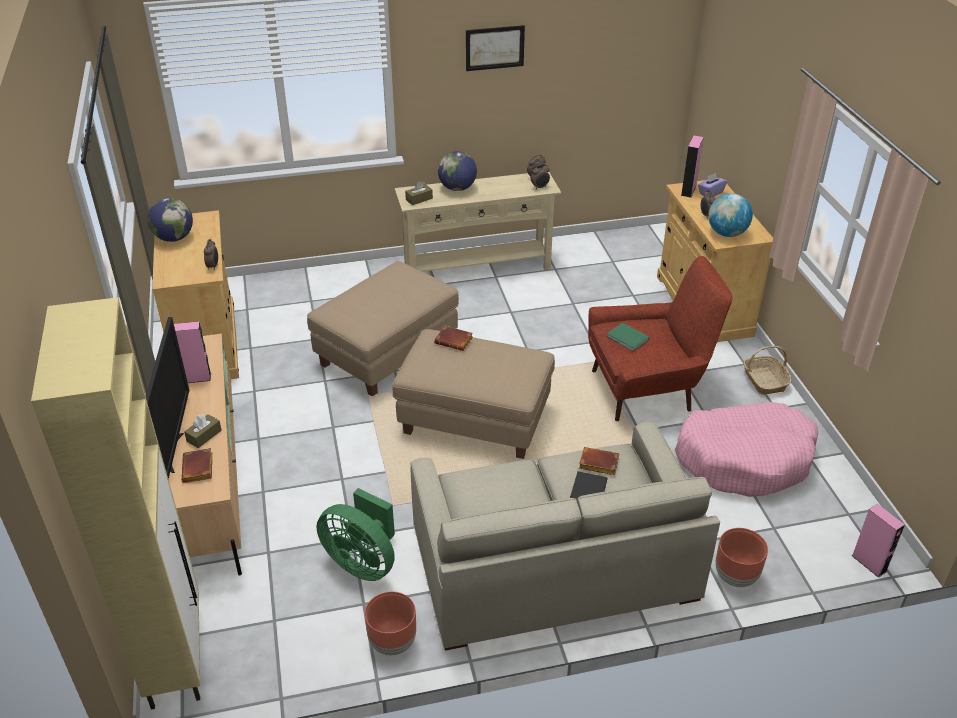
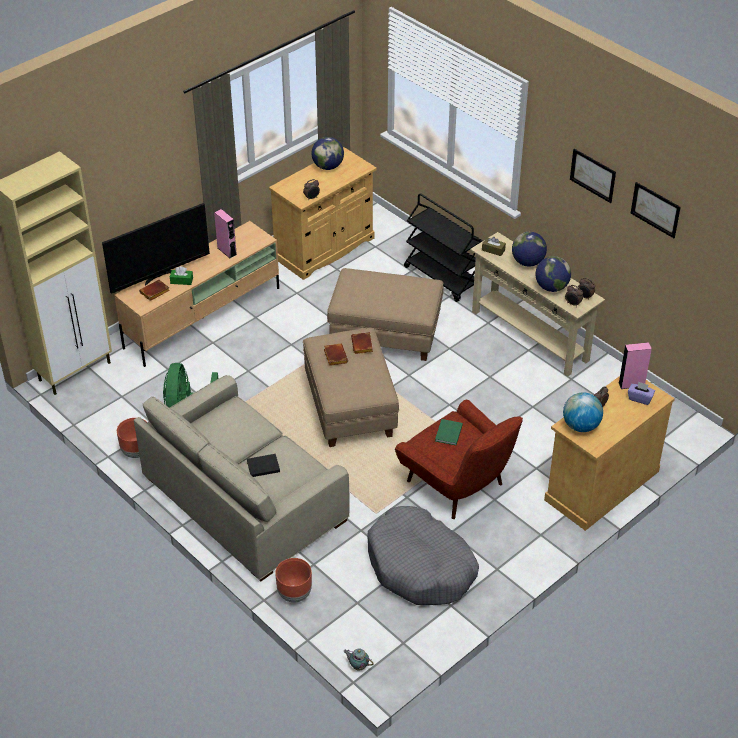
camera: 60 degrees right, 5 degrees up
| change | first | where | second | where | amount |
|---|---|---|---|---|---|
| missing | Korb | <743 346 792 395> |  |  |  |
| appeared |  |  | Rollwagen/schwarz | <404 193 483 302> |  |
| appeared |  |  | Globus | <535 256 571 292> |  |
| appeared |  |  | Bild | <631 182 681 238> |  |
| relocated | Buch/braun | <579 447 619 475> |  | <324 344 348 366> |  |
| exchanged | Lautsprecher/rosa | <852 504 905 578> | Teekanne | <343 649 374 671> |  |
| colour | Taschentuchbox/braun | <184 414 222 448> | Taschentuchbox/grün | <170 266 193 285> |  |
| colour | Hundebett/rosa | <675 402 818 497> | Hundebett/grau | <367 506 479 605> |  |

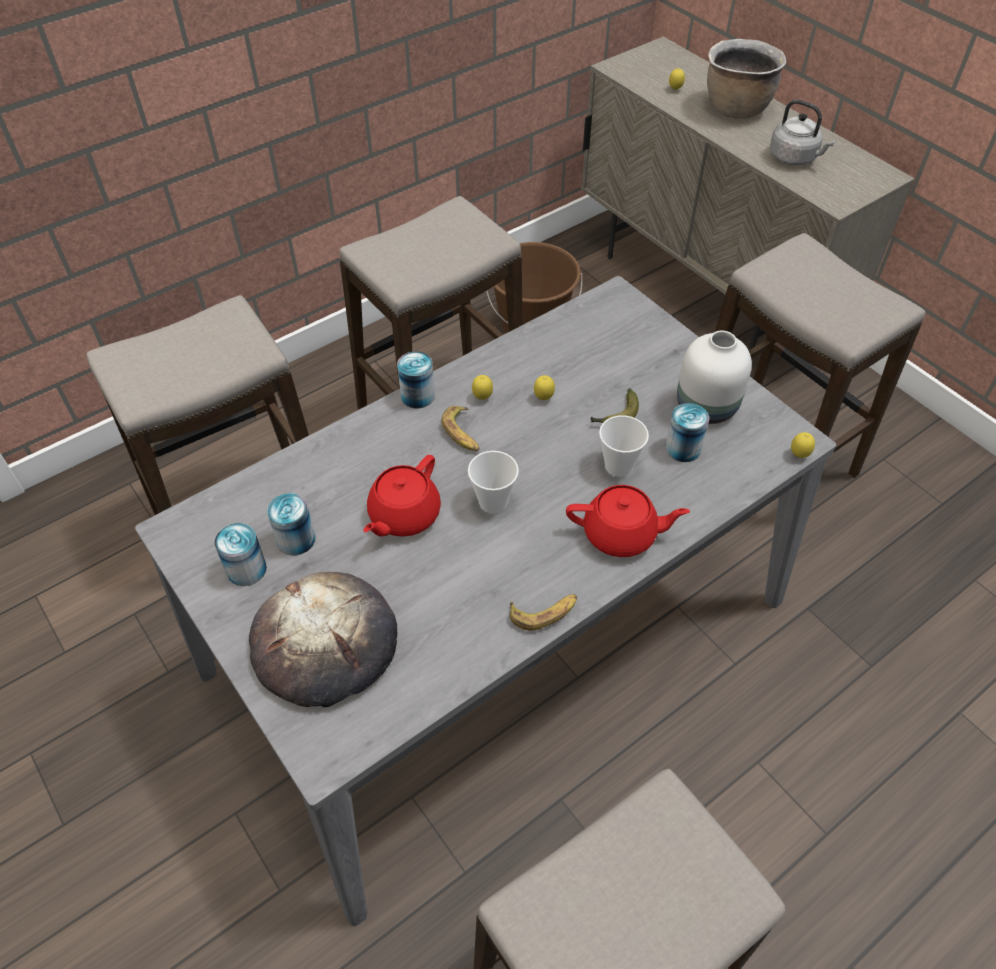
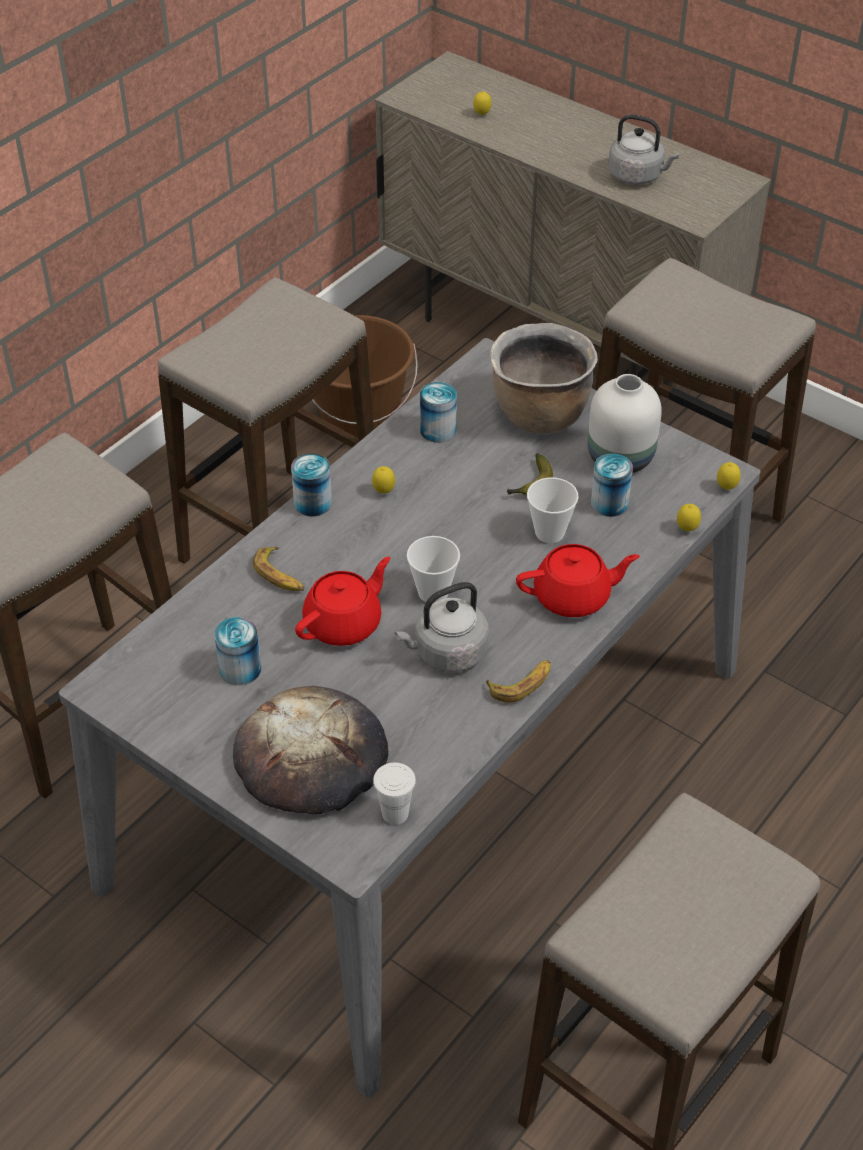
camera: 15 degrees left, 5 degrees down
| change | first | where | second | where | amount |
|---|---|---|---|---|---|
| appeared |  |  | Tasse/weiß | <373 763 416 825> |  |
| appeared |  |  | Wasserkessel/grau | <395 582 489 672> |  |
| relocated | Dose | <215 523 267 586> |  | <420 382 457 443> |  |
| relocated | Banane | <441 406 479 451> |  | <253 547 304 591> |  |
| relocated | Zitrone | <534 375 555 400> |  | <677 504 701 531> |  |
| relocated | Kochtopf/braun | <707 39 786 119> |  | <490 323 598 434> |  |
| spun | Teekanne/rot | <363 455 441 537> |  | <295 557 391 646> | 150 degrees counterclockwise |

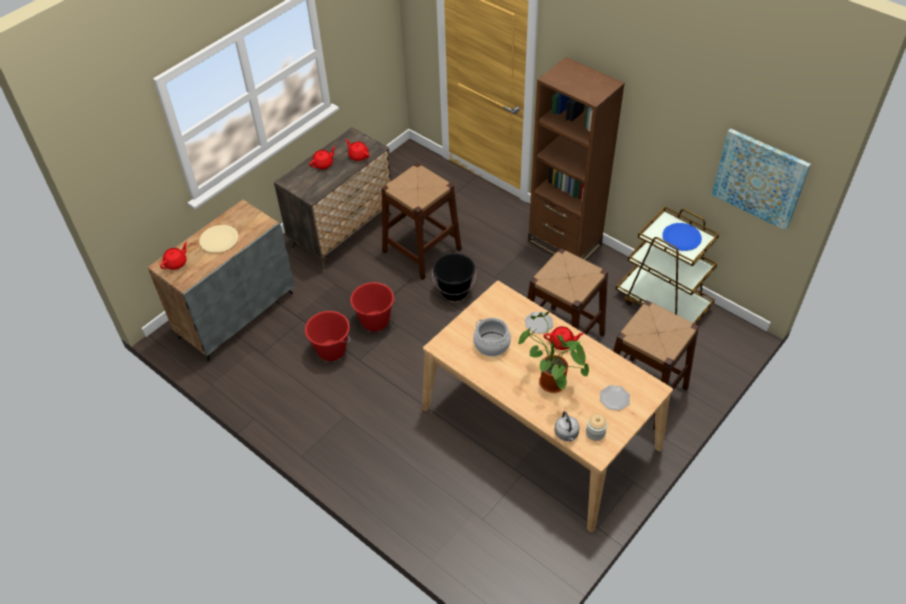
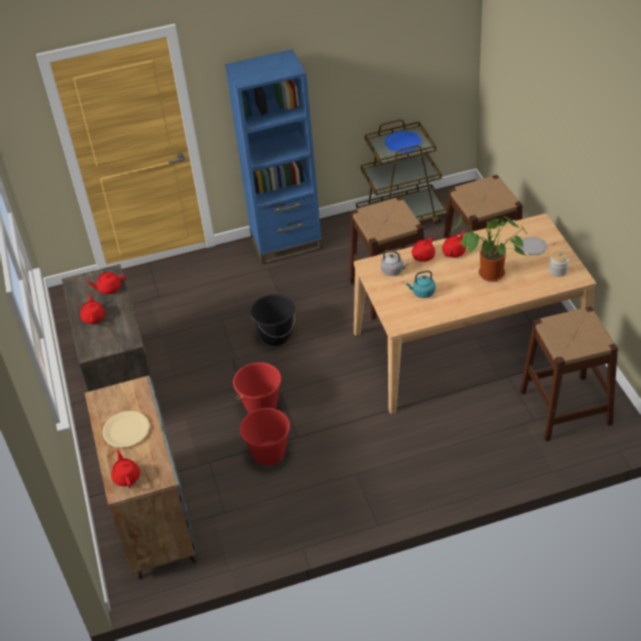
camera: 55 degrees left, 5 degrees down
| change | first | where | second | where | amount |
|---|---|---|---|---|---|
| missing | Bild | <712 128 811 230> |  |  |  |
| relocated | Hocker/braun | <381 163 462 280> |  | <520 307 618 441> |  |
| relocated | Wasserkessel/grau | <554 411 580 442> |  | <381 250 409 276> |  |
| exchanged | Kochtopf | <473 318 511 356> | Wasserkessel/türkis | <406 270 435 298> |  |
| exchanged | Teller | <525 312 553 333> | Teekanne/rot | <412 237 435 262> |  |
| colour | Bücherregal/braun | <528 57 625 260> | Bücherregal/blau | <225 49 323 265> |  |

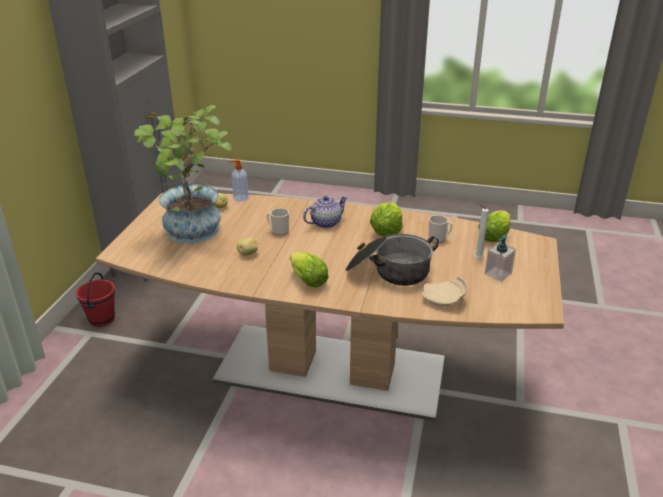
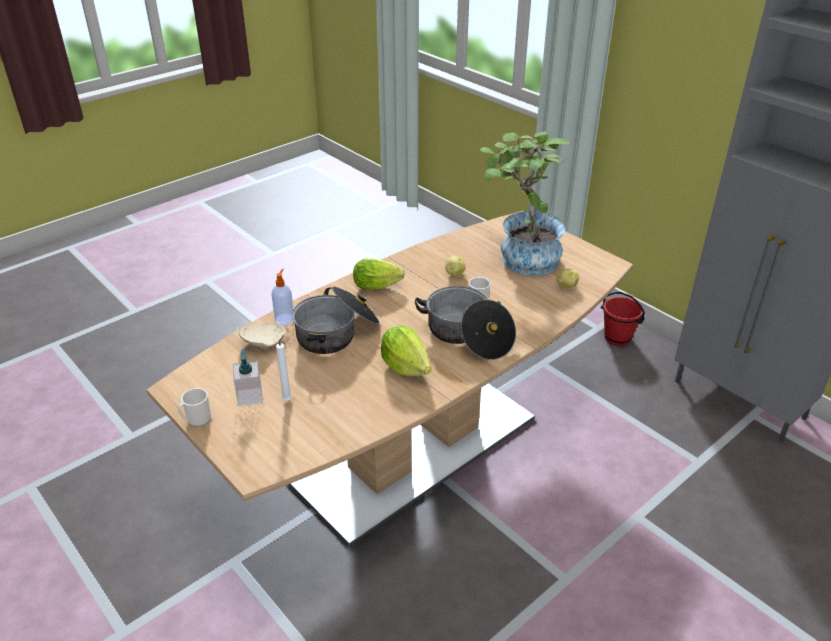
camera: 125 degrees right, 5 degrees up
| change | first | where | second | where | amount |
|---|---|---|---|---|---|
| missing | Salatkopf | <478 210 510 242> |  |  |  |
| relocated | Seifenspender | <229 159 249 202> |  | <271 268 293 325> |  |
| relocated | Henkelbecher | <428 215 452 243> |  | <177 388 211 426> |  |
| exchanged | Teekanne | <303 196 348 228> | Kochtopf | <415 286 516 360> |  |

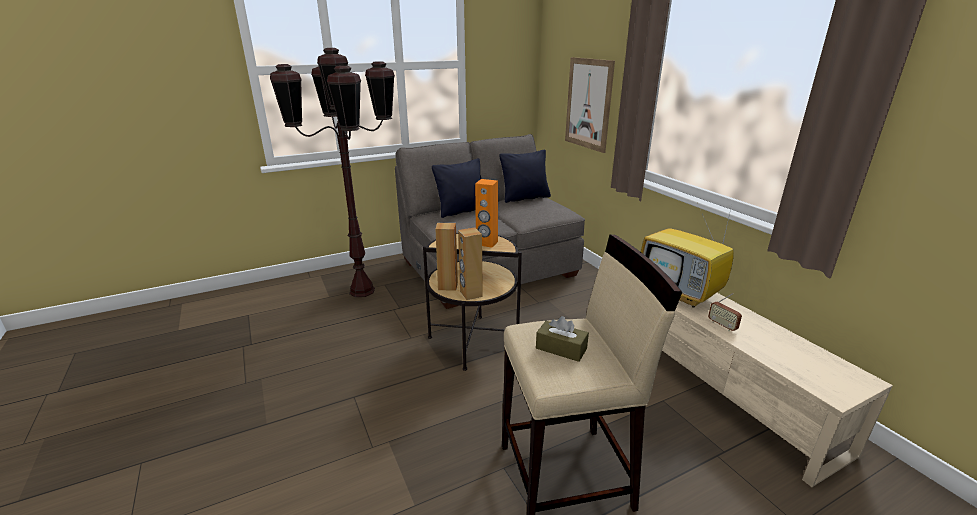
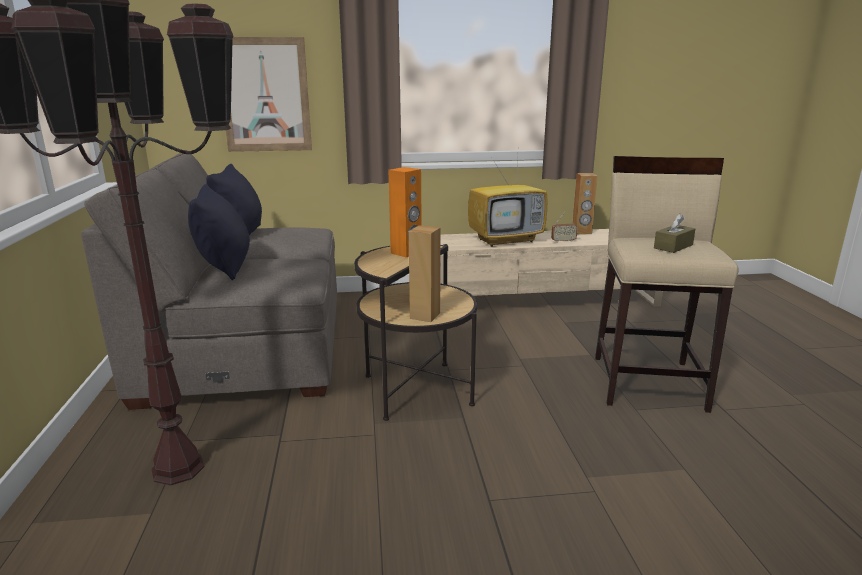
camera: 70 degrees left, 5 degrees down
| change | first | where | second | where | amount |
|---|---|---|---|---|---|
| relocated | Lautsprecher/braun | <458 227 483 300> |  | <573 173 598 235> |  |

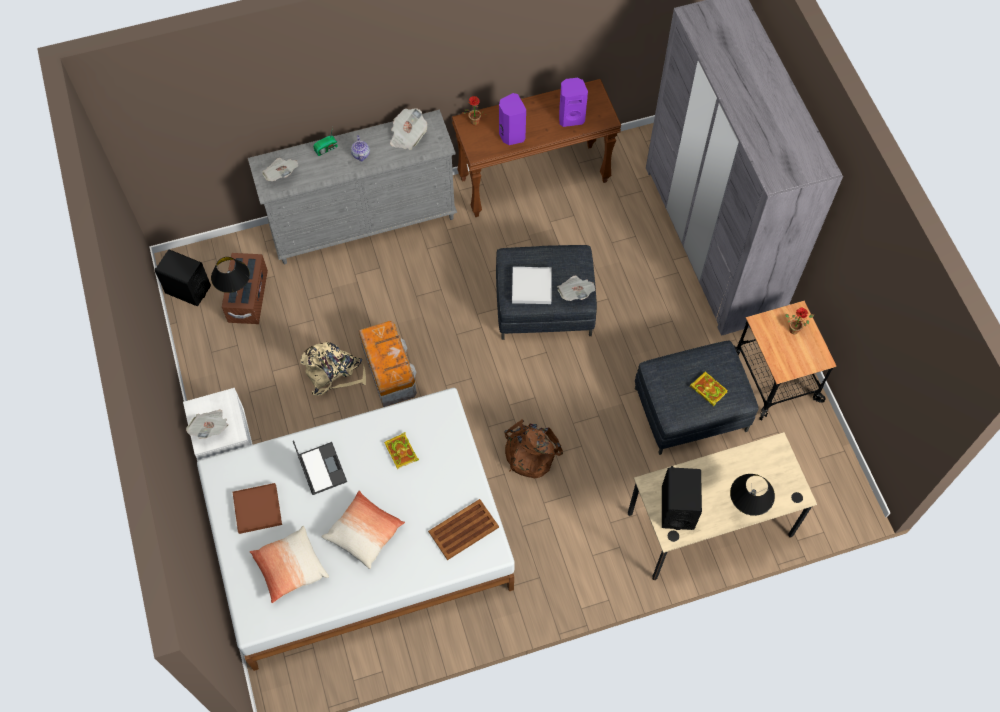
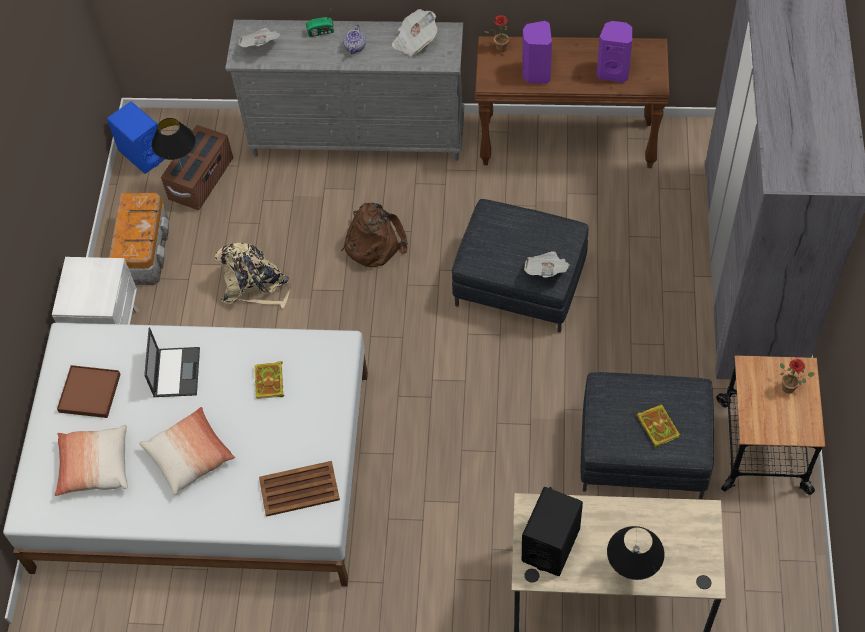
camera: 25 degrees right, 5 degrees down
| change | first | where | second | where | amount |
|---|---|---|---|---|---|
| missing | Zeitung | <186 409 228 439> |  |  |  |
| missing | Tablett/weiß | <512 267 552 304> |  |  |  |
| relocated | Aufbewahrungsbox | <359 321 417 407> |  | <109 193 169 285> |  |
| relocated | Rucksack/braun | <504 420 563 478> |  | <341 203 408 267> |  |
| colour | Lautsprecher/schwarz | <155 250 211 306> | Lautsprecher/blau | <107 102 165 174> |  |

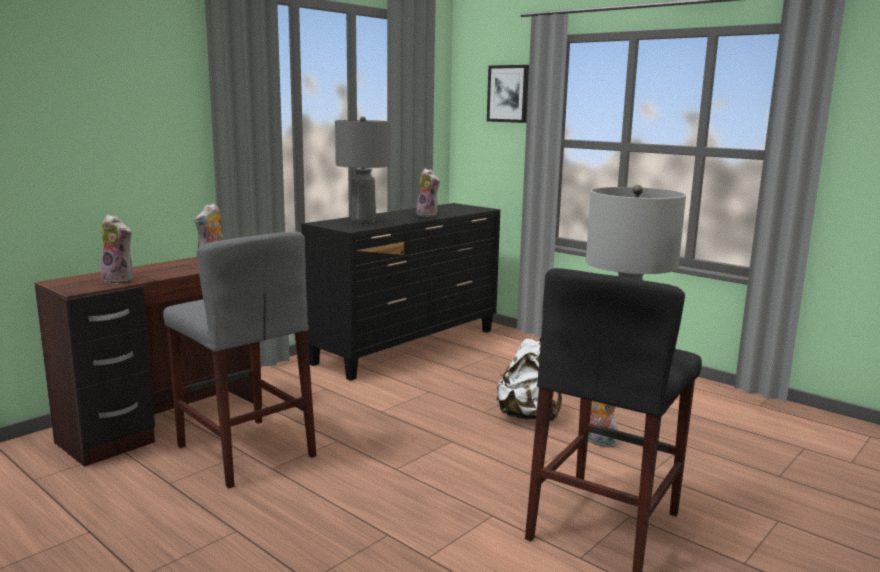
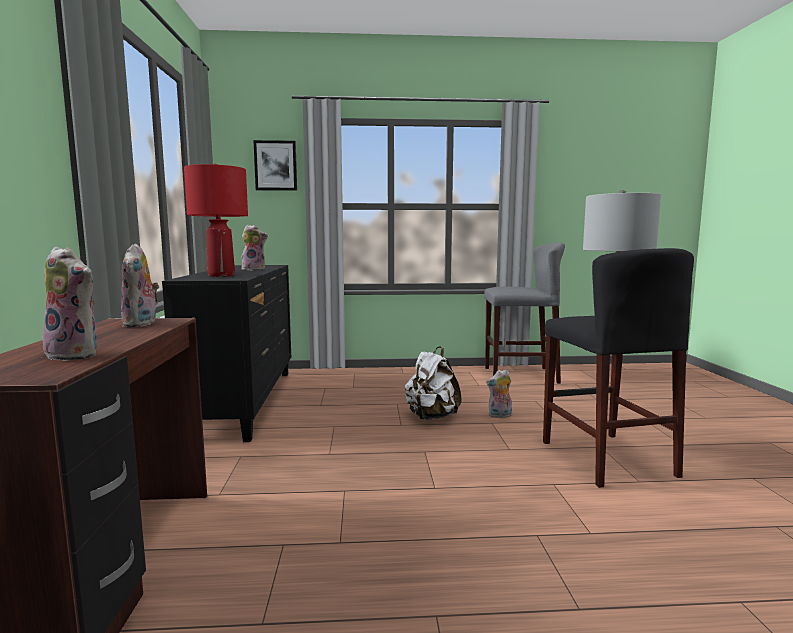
camera: 45 degrees left, 5 degrees down
| change | first | where | second | where | amount |
|---|---|---|---|---|---|
| relocated | Hocker/grau | <163 232 317 488> |  | <484 242 565 384> |  |
| colour | Tischlampe/grau | <335 116 391 224> | Tischlampe/rot | <184 164 248 277> |  |
| spun | Plüschtier | <100 214 133 284> |  | <43 247 97 361> | 45 degrees clockwise |

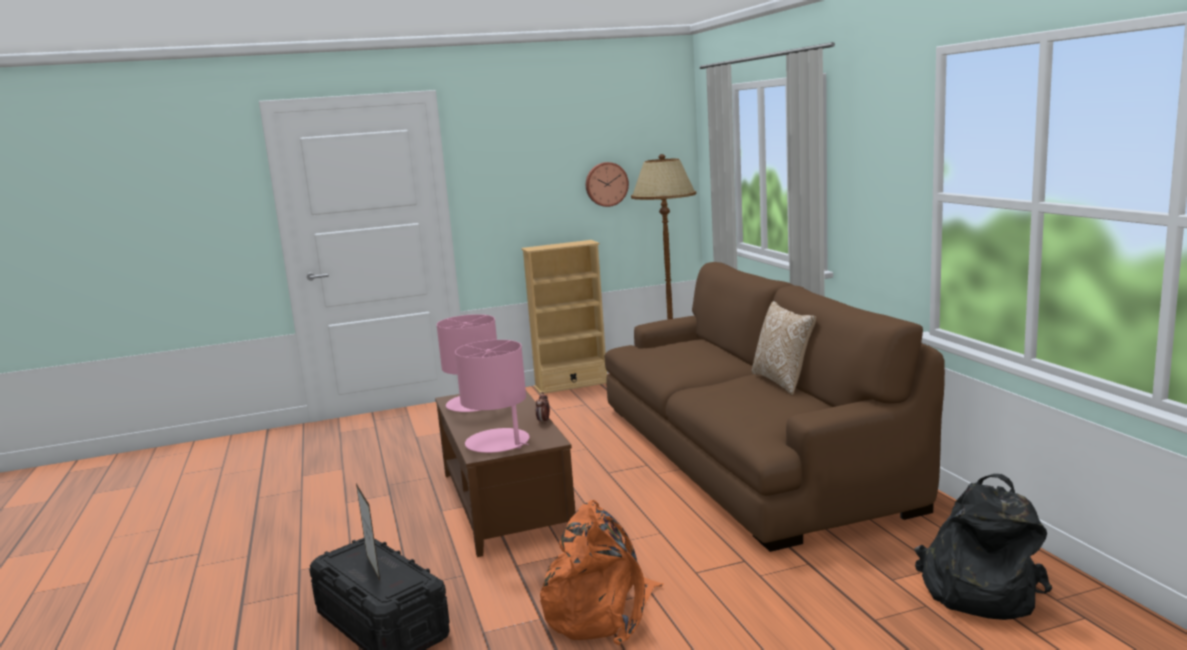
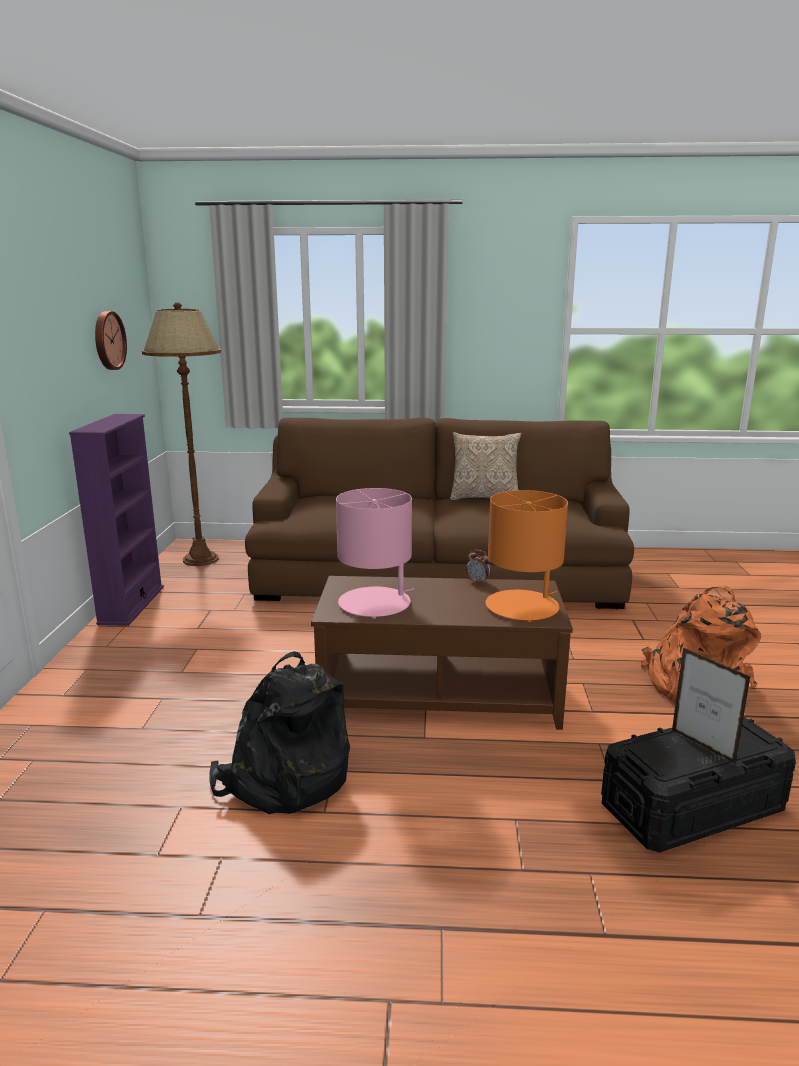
camera: 70 degrees left, 5 degrees up
| change | first | where | second | where | amount |
|---|---|---|---|---|---|
| relocated | Rucksack/schwarz | <914 474 1052 620> |  | <209 651 350 814> |  |
| colour | Tischlampe/rosa | <455 340 530 453> | Tischlampe/orange | <485 490 568 623> |  |
| colour | Bücherregal/beige | <521 240 607 394> | Bücherregal/lila | <69 414 164 626> |  |
| spun | Bilderrahmen | <356 484 380 581> |  | <672 647 751 764> | 60 degrees clockwise |

